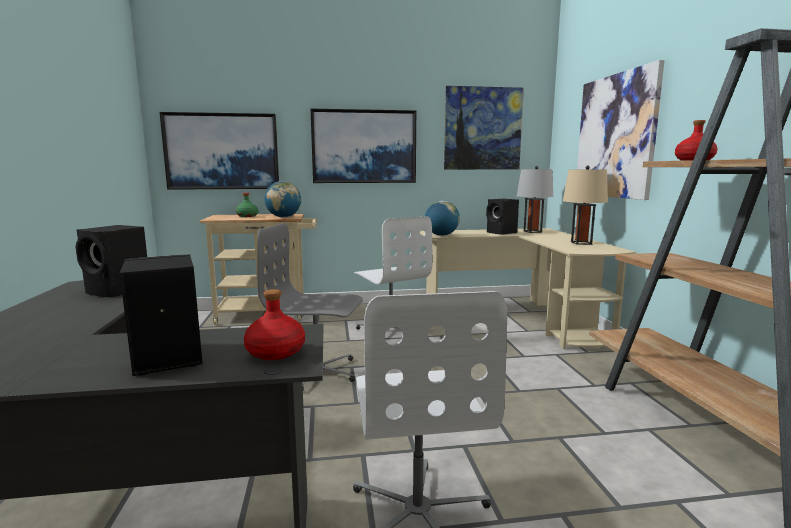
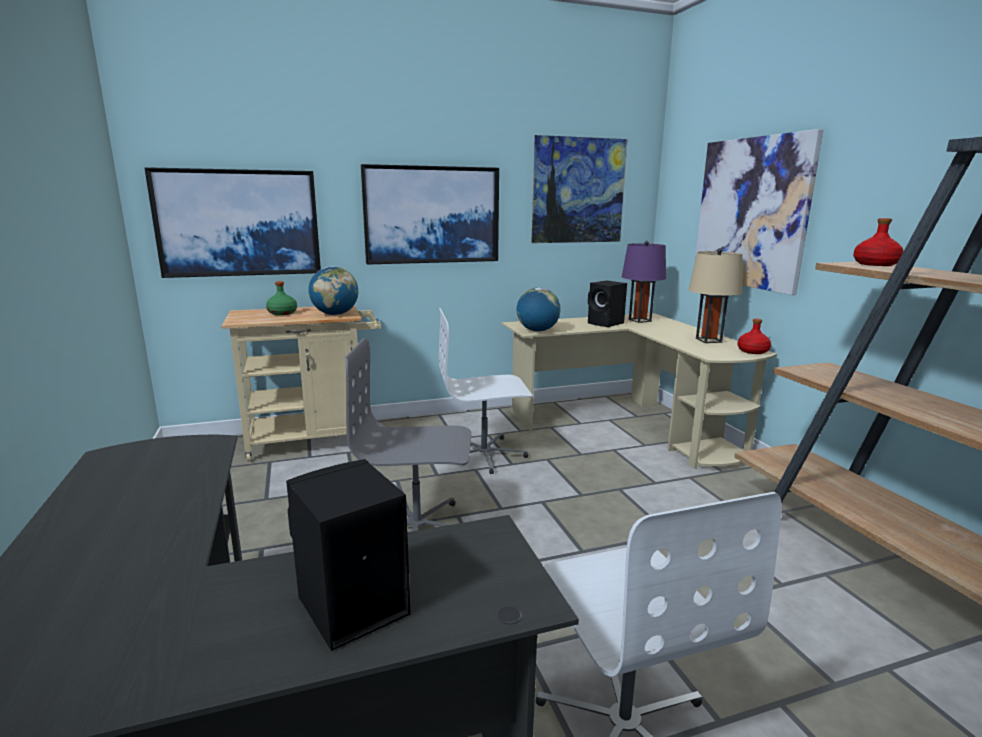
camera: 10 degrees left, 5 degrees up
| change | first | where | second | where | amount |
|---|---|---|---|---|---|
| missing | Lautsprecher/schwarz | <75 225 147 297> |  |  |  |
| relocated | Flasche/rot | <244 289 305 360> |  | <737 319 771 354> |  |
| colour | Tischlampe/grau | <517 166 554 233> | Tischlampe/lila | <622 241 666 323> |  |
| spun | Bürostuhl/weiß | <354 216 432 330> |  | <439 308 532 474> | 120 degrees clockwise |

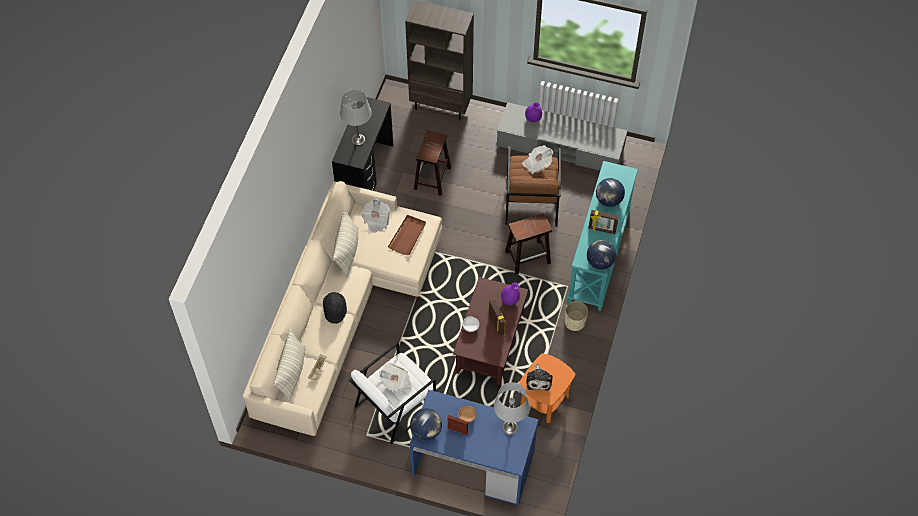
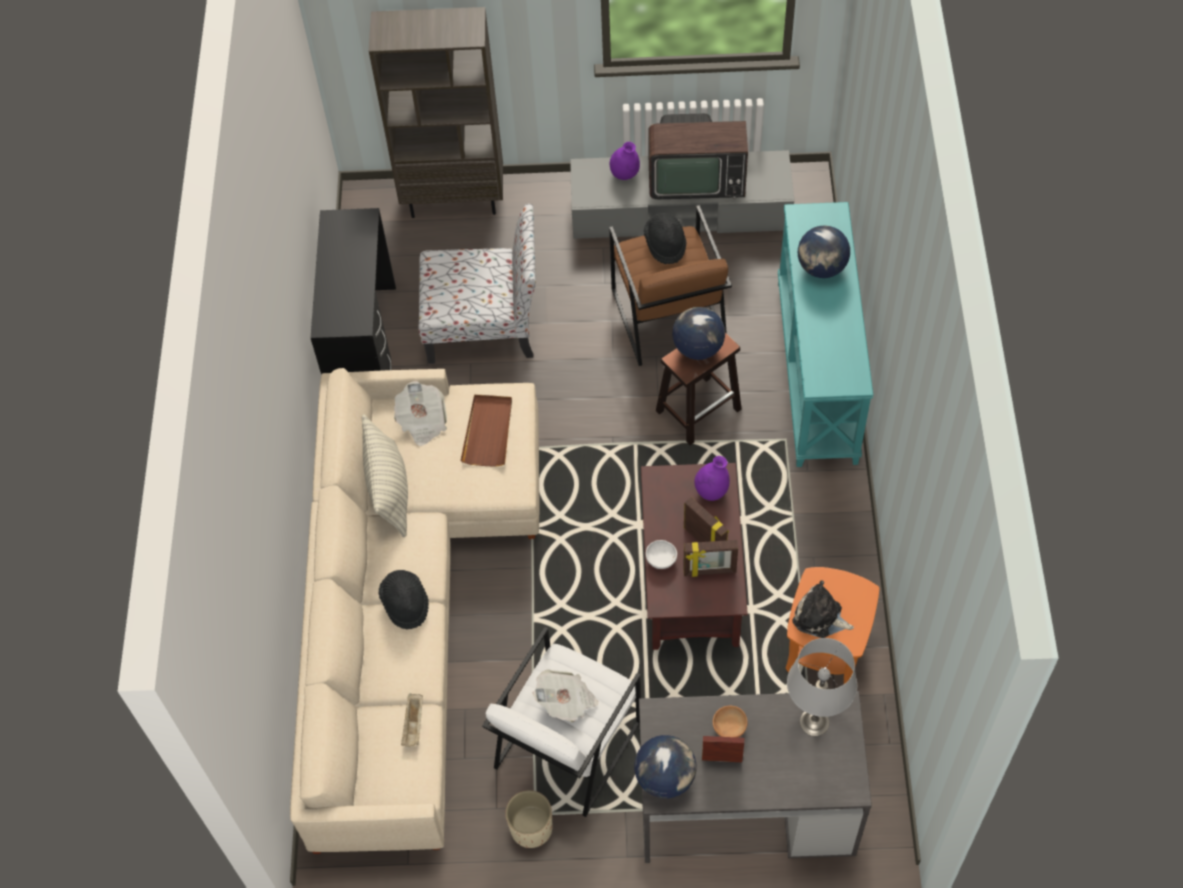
camera: 15 degrees left, 0 degrees up
| change | first | where | second | where | amount |
|---|---|---|---|---|---|
| missing | Kissen | <274 329 306 402> |  |  |  |
| missing | Tischlampe/grau | <340 89 372 145> |  |  |  |
| appeared |  |  | Fernseher | <648 114 748 199> |  |
| relocated | Pflanzkübel/beige | <564 301 588 331> |  | <505 790 553 848> |  |
| relocated | Globus | <587 240 616 270> |  | <672 307 725 360> |  |
| relocated | Bilderrahmen | <588 210 619 234> |  | <683 540 738 577> |  |
| exchanged | Hocker/braun | <414 130 451 196> | Stuhl | <418 204 536 364> |  |
| exchanged | Zeitung | <522 145 553 174> | Hut/schwarz | <644 213 687 264> |  |
| colour | Schreibtisch/blau | <410 390 538 505> | Schreibtisch/grau | <639 691 872 863> |  |
| spun | Plüschtier | <526 363 553 391> |  | <792 580 854 638> | 135 degrees clockwise |

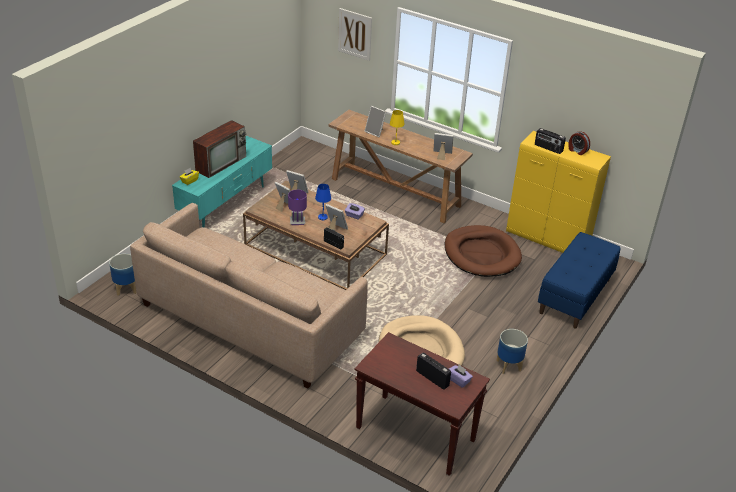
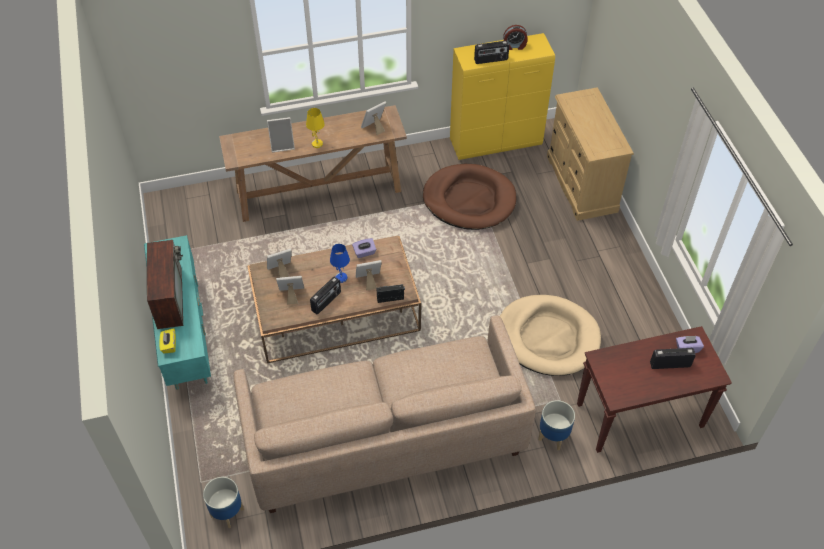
camera: 45 degrees left, 15 degrees up
| change | first | where | second | where | amount |
|---|---|---|---|---|---|
| missing | Bild | <338 8 372 61> |  |  |  |
| relocated | Pflanzkübel | <496 329 528 374> |  | <538 400 575 450> |  |
| exchanged | Tischlampe/lila | <288 190 307 225> | Radio | <310 277 341 314> |  |
| exchanged | Bank/blau | <538 232 621 328> | Kommode/beige | <547 87 634 221> |  |

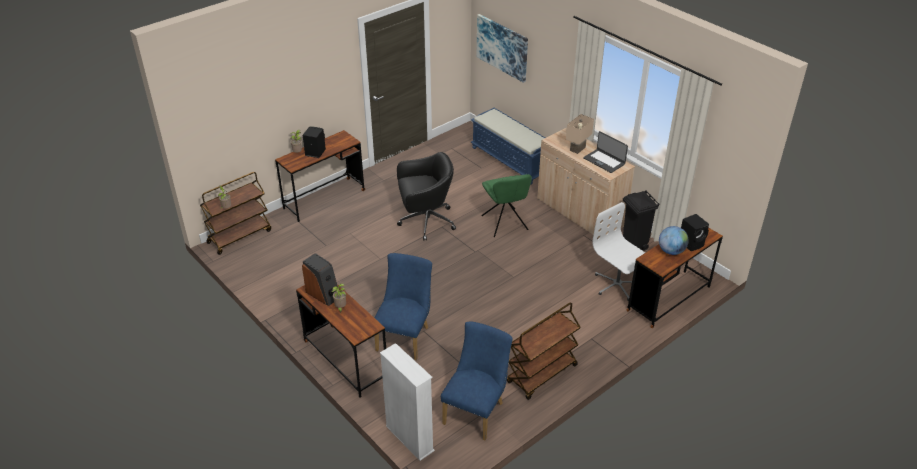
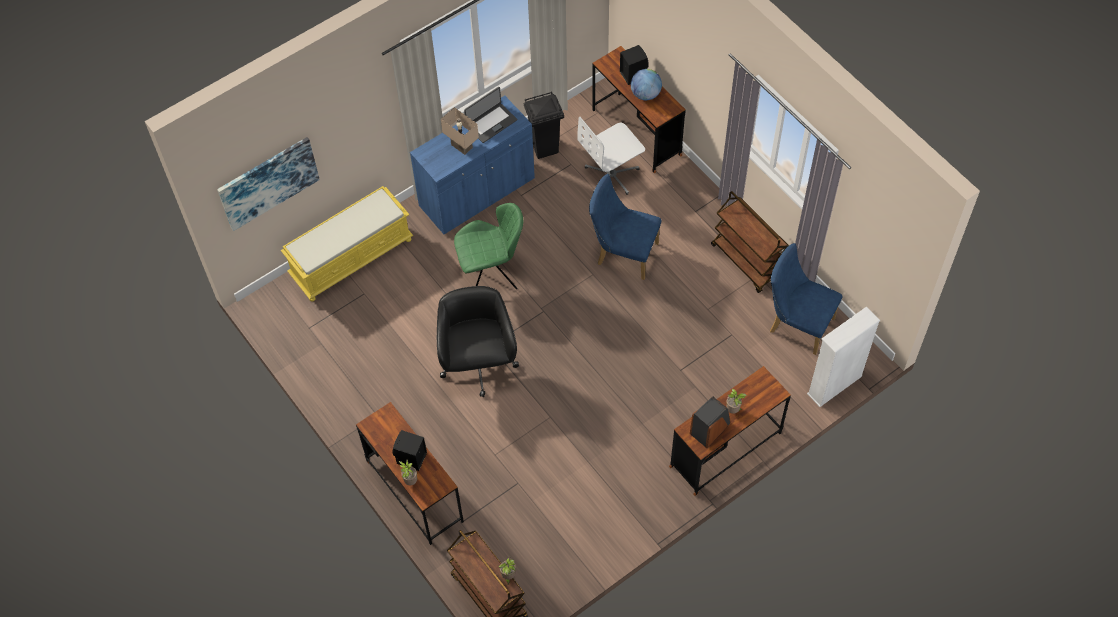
camera: 85 degrees left, 20 degrees up
| change | first | where | second | where | amount |
|---|---|---|---|---|---|
| relocated | Stuhl/blau | <374 253 432 360> |  | <589 174 661 280> |  |
| colour | Bank/blau | <471 108 545 185> | Bank/gelb | <281 186 413 302> |  |
| colour | Schrank/beige | <537 128 635 238> | Schrank/blau | <410 96 535 234> |  |

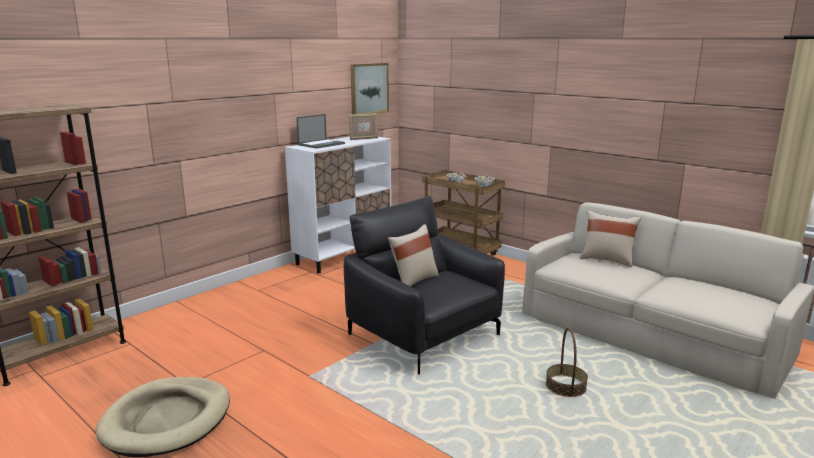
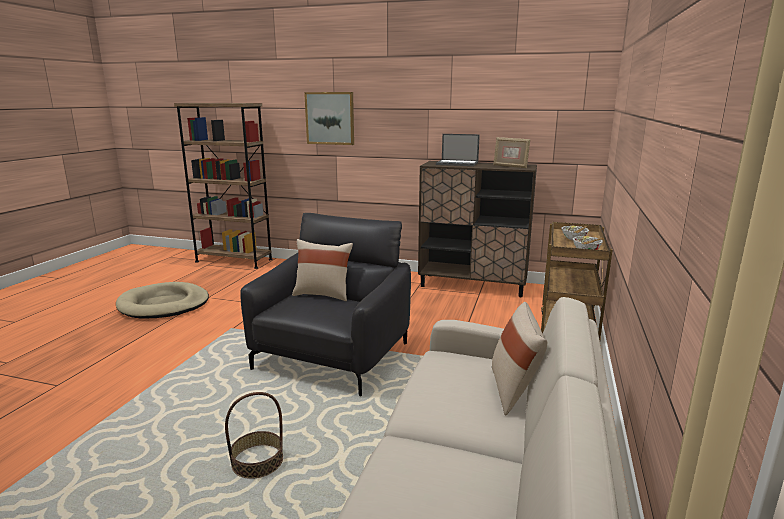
camera: 65 degrees right, 0 degrees up
| change | first | where | second | where | amount |
|---|---|---|---|---|---|
| relocated | Bild | <351 63 389 114> |  | <304 92 354 145> |  |
| colour | Schrank/weiß | <285 137 391 273> | Schrank/braun | <418 161 537 297> |  |

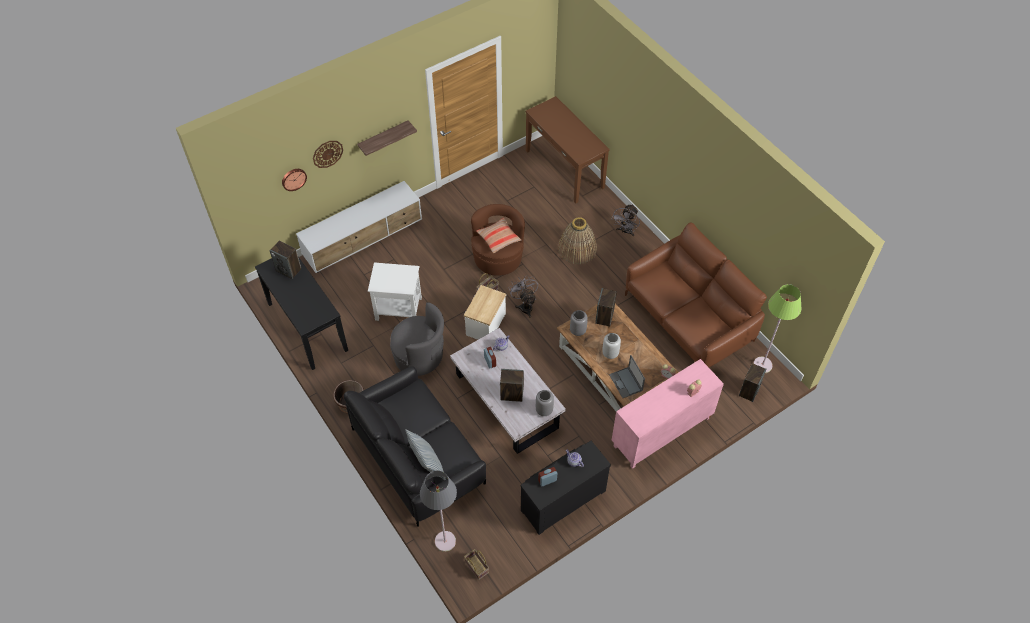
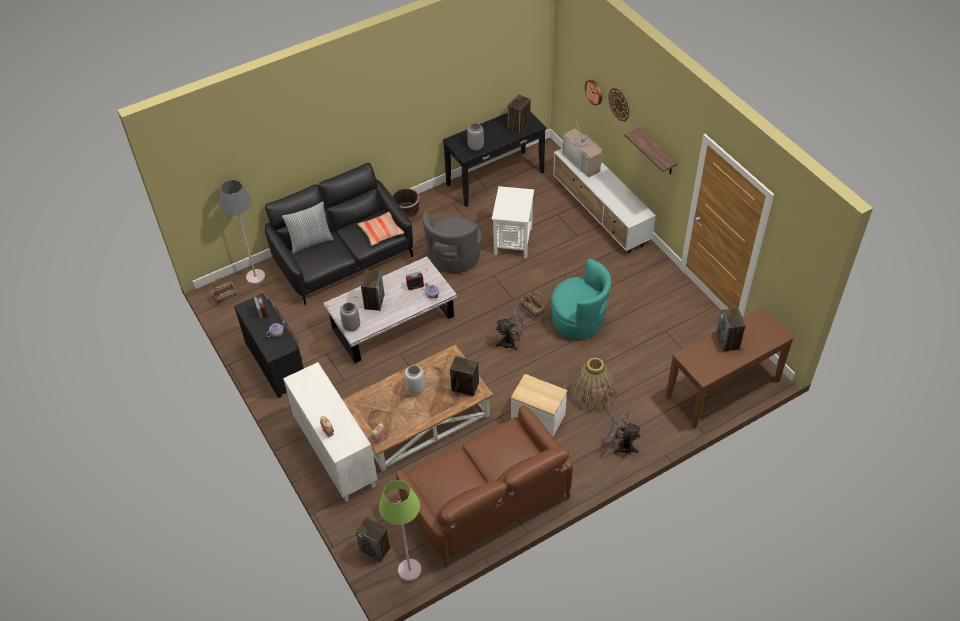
camera: 95 degrees right, 5 degrees down
| change | first | where | second | where | amount |
|---|---|---|---|---|---|
| missing | Laptop | <609 355 645 398> |  |  |  |
| appeared |  |  | Fernseher | <562 119 603 177> |  |
| appeared |  |  | Lautsprecher | <716 308 746 352> |  |
| relocated | Beistelltisch | <464 285 506 340> |  | <511 374 567 436> |  |
| relocated | Kissen | <477 218 521 253> |  | <358 212 404 246> |  |
| relocated | Vase/grau | <570 310 588 336> |  | <467 123 484 151> |  |
| colour | Sessel/braun | <471 204 525 276> | Sessel/türkis | <551 259 611 339> |  |
| colour | Schrank/rosa | <612 359 724 469> | Schrank/weiß | <283 362 378 502> |  |

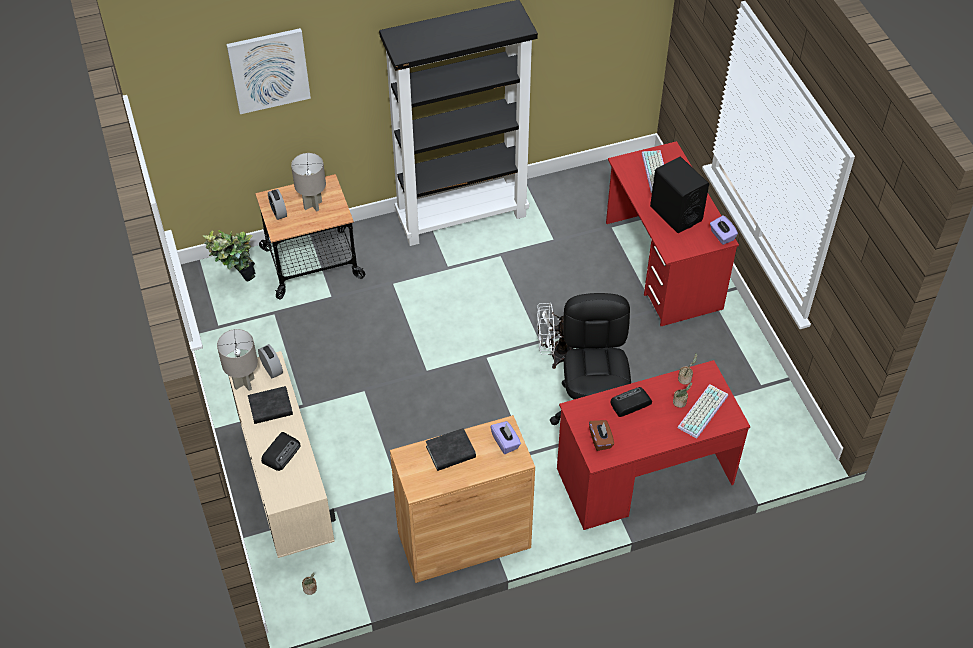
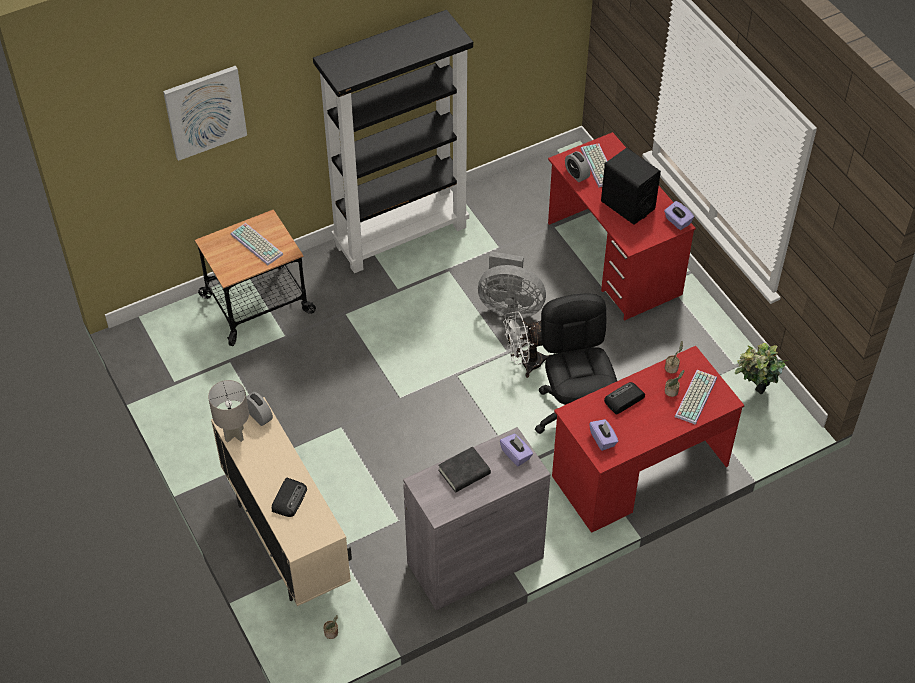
camera: 10 degrees left, 0 degrees up
| change | first | where | second | where | amount |
|---|---|---|---|---|---|
| missing | Buch/schwarz | <248 386 293 424> |  |  |  |
| appeared |  |  | Ventilator/grau | <478 251 546 318> |  |
| relocated | Topfpflanze | <203 230 256 282> |  | <735 343 788 395> |  |
| relocated | Wecker | <268 189 287 220> |  | <565 151 590 182> |  |
| exchanged | Tischlampe/grau | <291 153 326 212> | Tastatur | <231 223 283 265> |  |
| colour | Schrank/braun | <390 415 535 583> | Schrank/grau | <403 427 551 611> |  |
| colour | Taschentuchbox/braun | <589 420 614 451> | Taschentuchbox/lila | <589 419 618 451> |  |

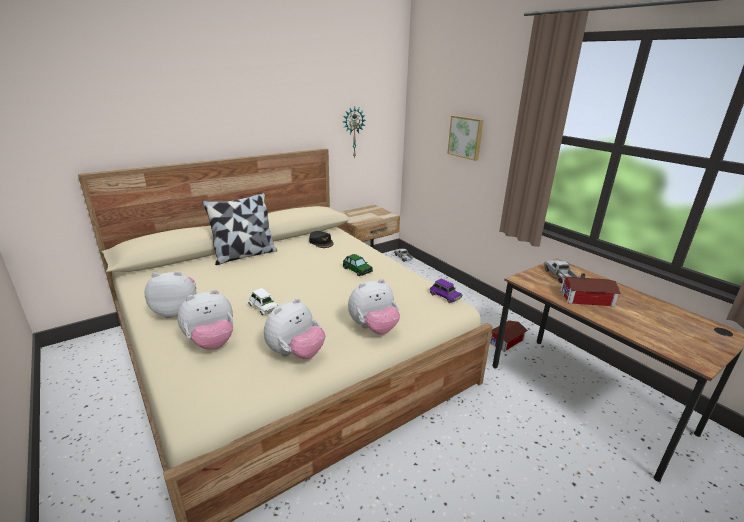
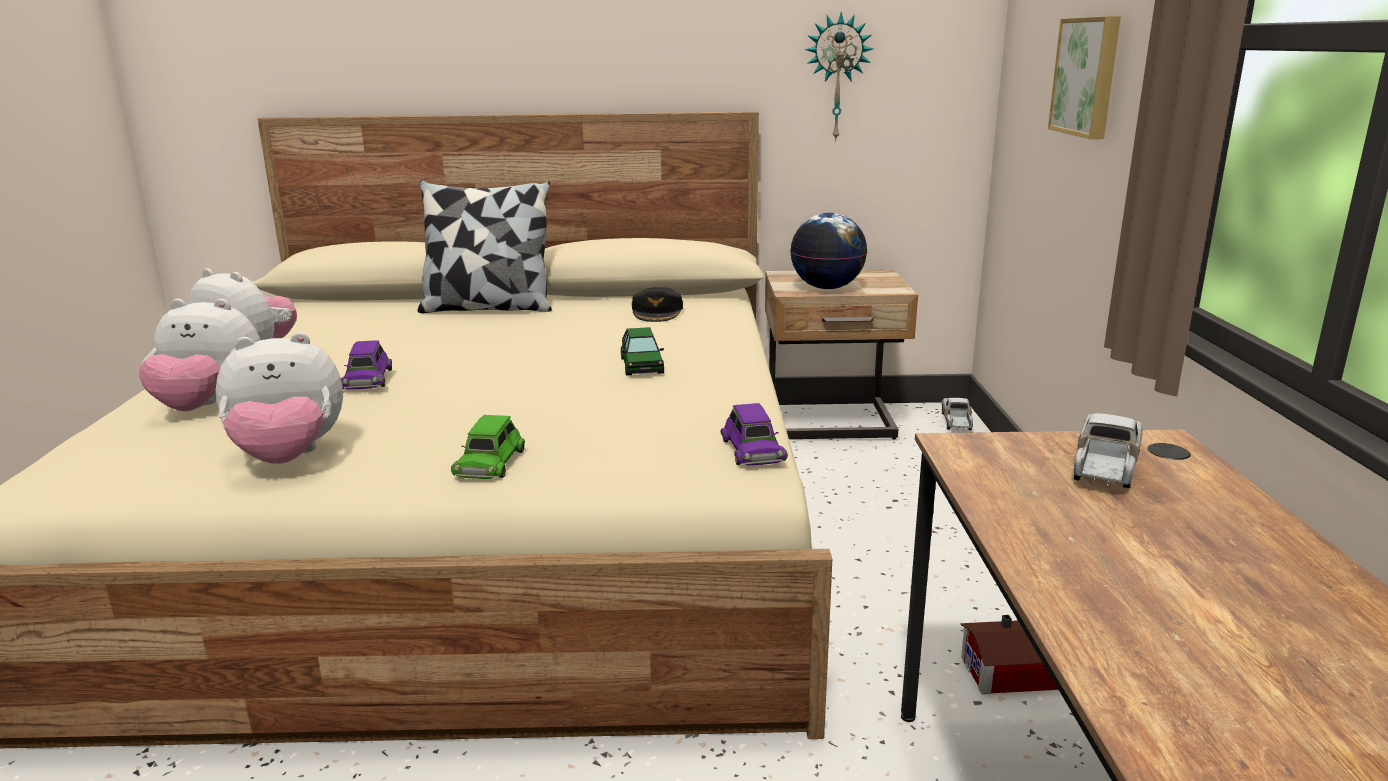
camera: 35 degrees right, 5 degrees down
| change | first | where | second | where | amount |
|---|---|---|---|---|---|
| missing | Spielzeughaus | <561 273 621 307> |  |  |  |
| appeared |  |  | Globus | <790 213 867 289> |  |
| exchanged | Plüschtier | <348 279 400 335> | Spielzeugauto/grün | <451 415 525 479> |  |
| colour | Spielzeugauto/weiß | <248 288 279 315> | Spielzeugauto/lila | <341 341 392 389> |  |

